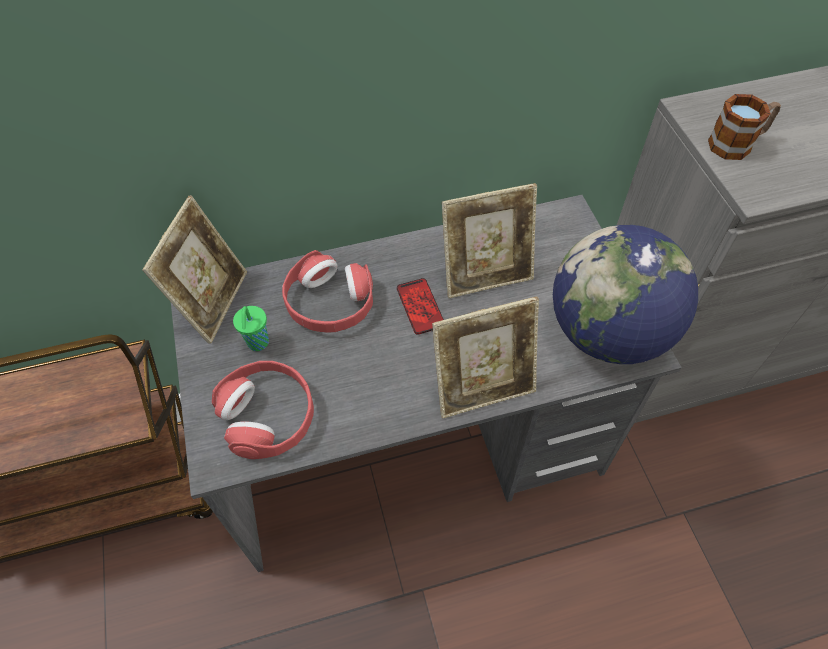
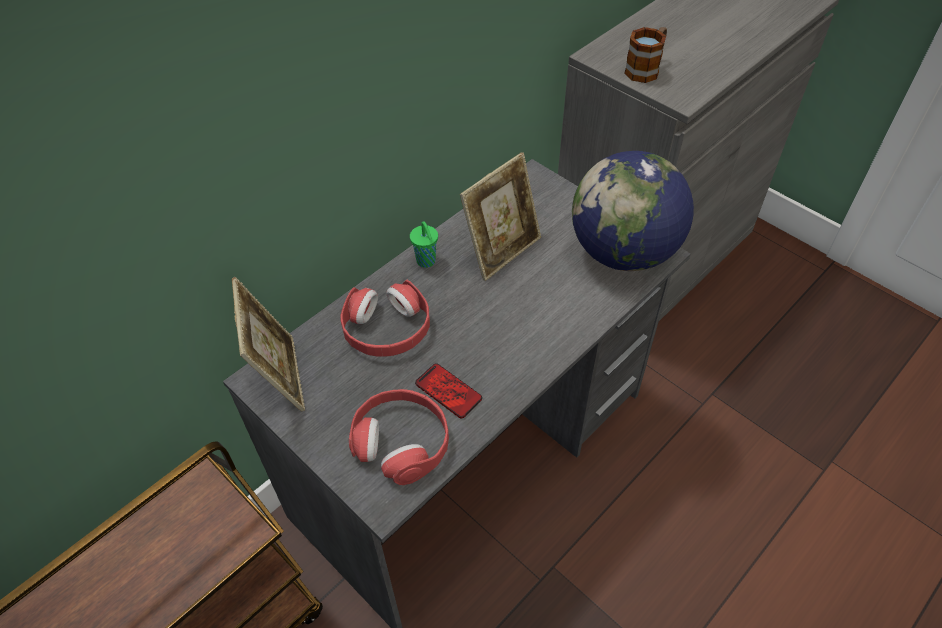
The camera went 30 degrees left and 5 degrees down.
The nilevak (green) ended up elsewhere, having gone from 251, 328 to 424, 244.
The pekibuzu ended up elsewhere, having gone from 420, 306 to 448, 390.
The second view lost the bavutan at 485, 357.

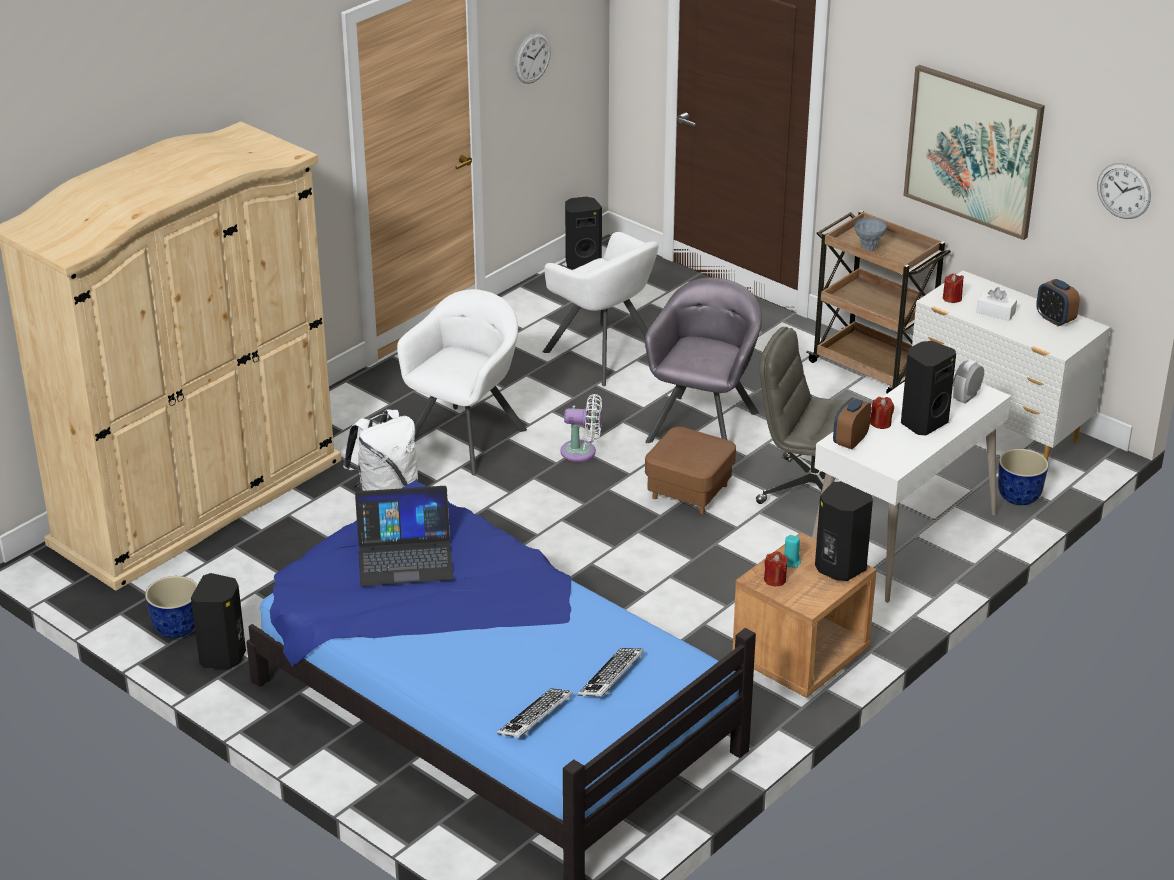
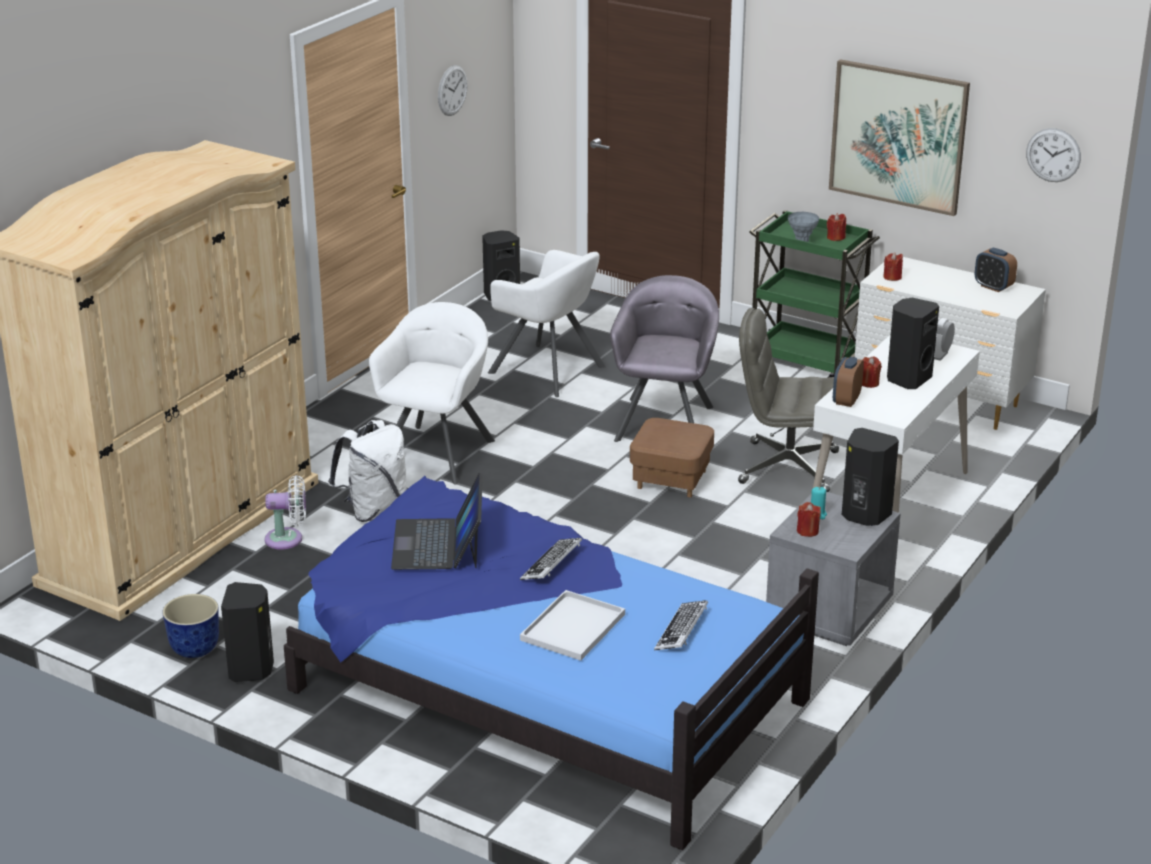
The camera went 10 degrees left and 5 degrees down.
The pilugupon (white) ended up elsewhere, having gone from 581, 428 to 285, 512.
The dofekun at 404, 536 ended up facing another way, 105 degrees clockwise from before.
The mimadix ended up elsewhere, having gone from 535, 713 to 551, 559.
The second view gained the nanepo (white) at 572, 625.
What was the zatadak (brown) at 878, 301 turned into the zatadak (green) at 814, 293.
What was the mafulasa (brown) at 804, 615 turned into the mafulasa (grey) at 833, 569.
The second view gained the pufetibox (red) at 836, 227.
The second view lost the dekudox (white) at 996, 304.
The second view lost the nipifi at 1023, 477.

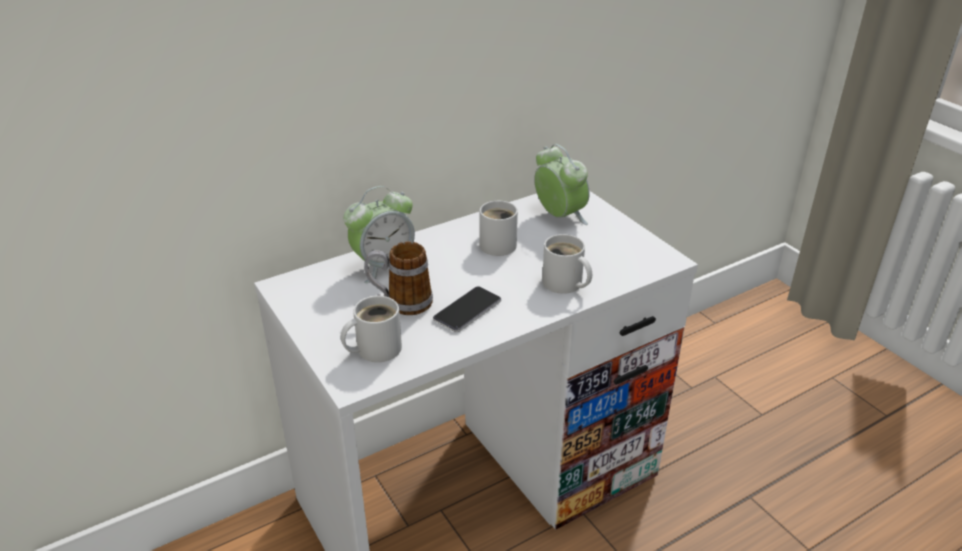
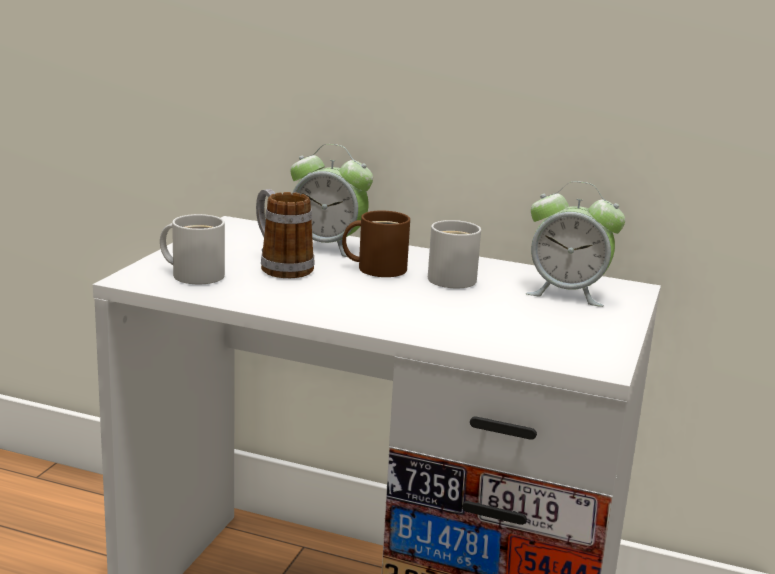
The camera went 50 degrees right and 15 degrees down.
The second view gained the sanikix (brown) at 376, 243.
The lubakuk at 562, 184 ended up facing another way, 90 degrees clockwise from before.
The second view lost the pekibuzu at 467, 309.
The second view lost the sanikix (white) at 567, 264.

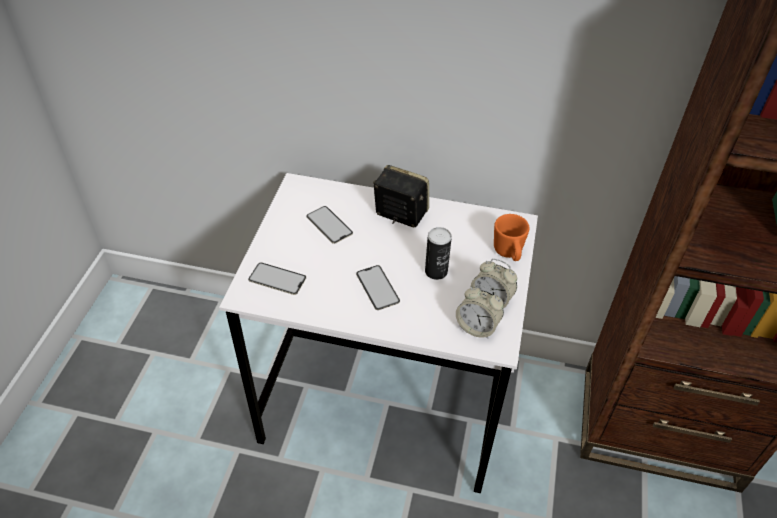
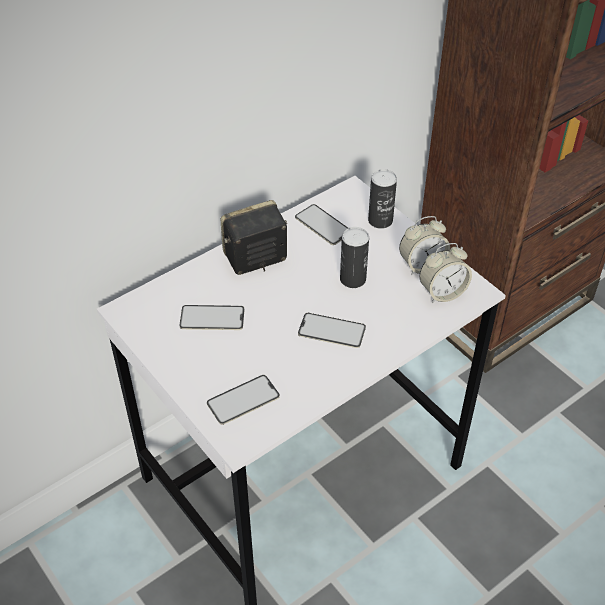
The camera went 50 degrees left and 0 degrees up.
The second view gained the pekibuzu at 321, 224.
Where the sanikix (orange) stood at 512, 237, the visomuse came to stand at 382, 199.

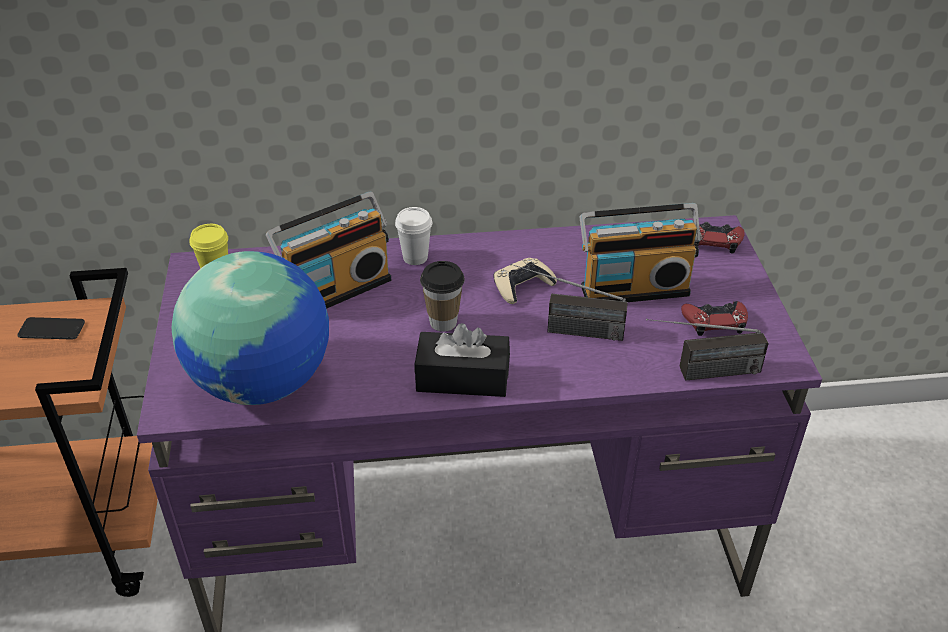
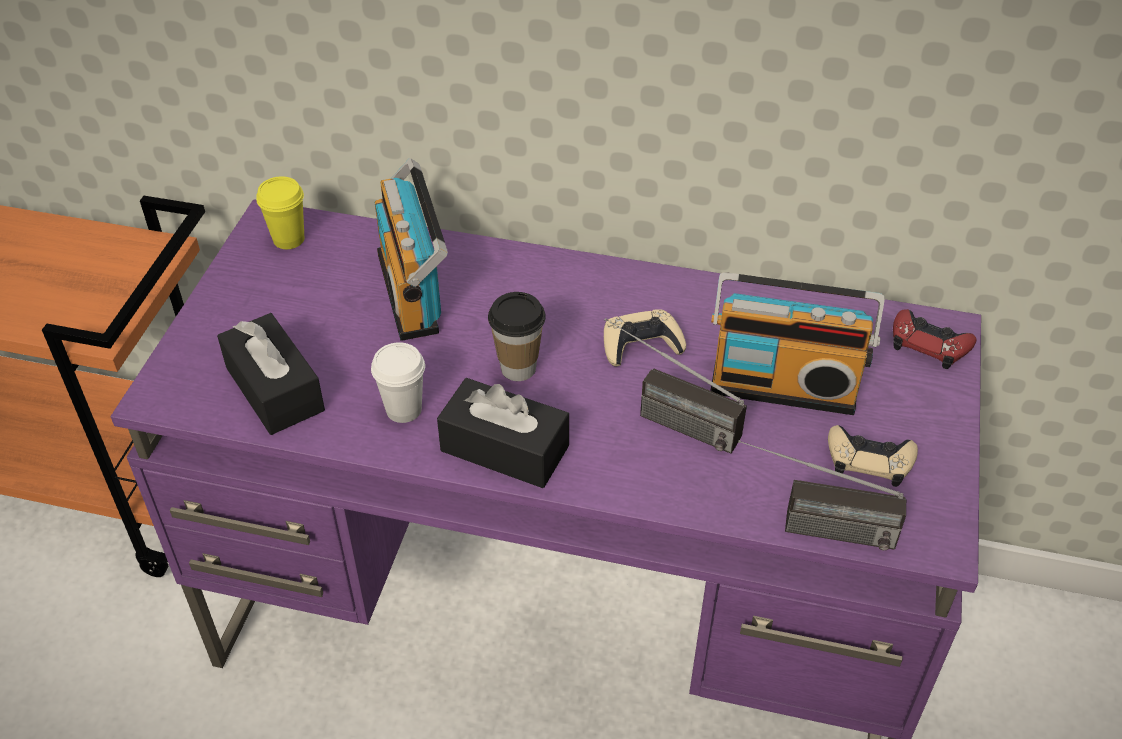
The camera went 20 degrees right and 5 degrees up.
Where the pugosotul stood at 250, 328, the dekudox (black) came to stand at 271, 374.
The nilevak (white) ended up elsewhere, having gone from 413, 236 to 398, 382.
The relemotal at 328, 250 ended up facing another way, 90 degrees clockwise from before.
What was the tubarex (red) at 714, 318 turned into the tubarex (beige) at 873, 456.
The second view lost the pekibuzu at 51, 328.

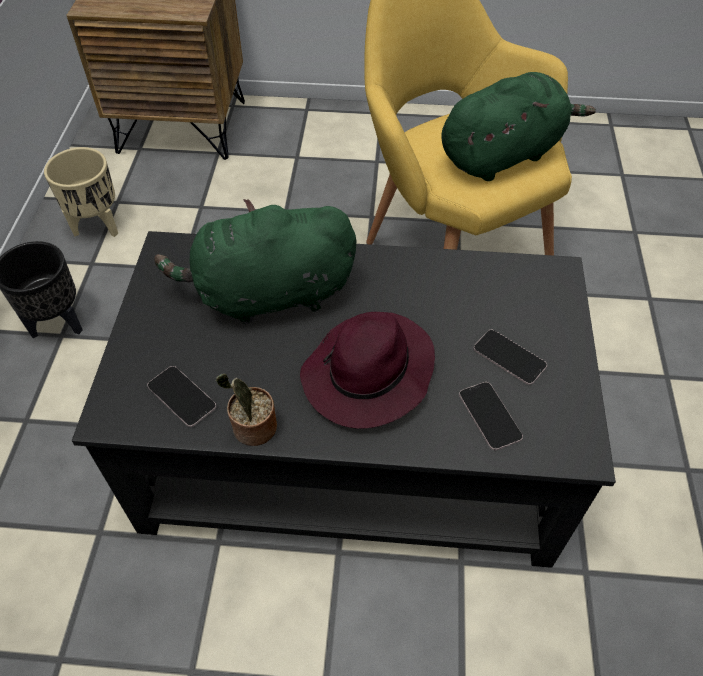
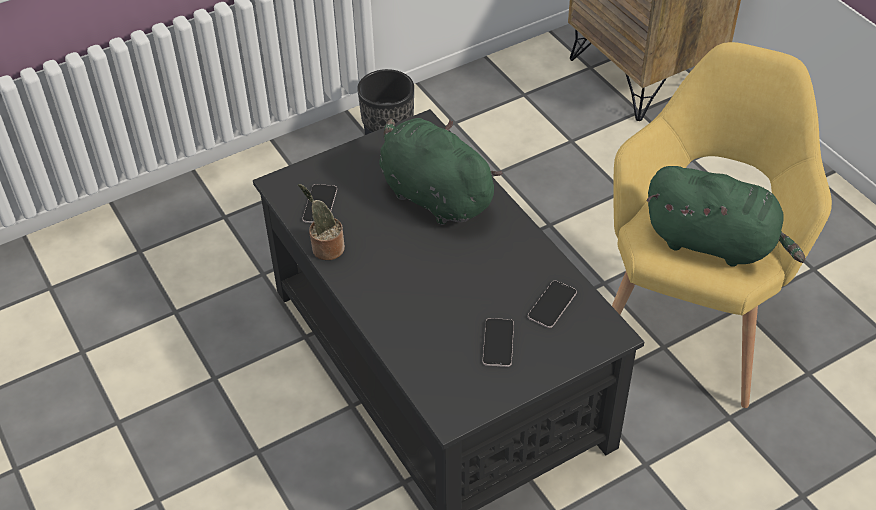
The camera went 55 degrees right and 5 degrees down.
The pekibuzu ended up elsewhere, having gone from 491, 416 to 552, 304.
The second view lost the nipifi (beige) at 81, 192.
The second view lost the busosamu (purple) at 367, 370.

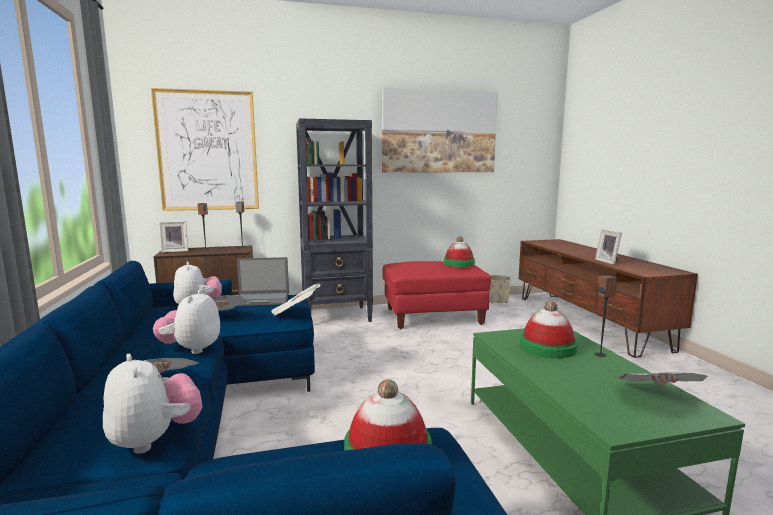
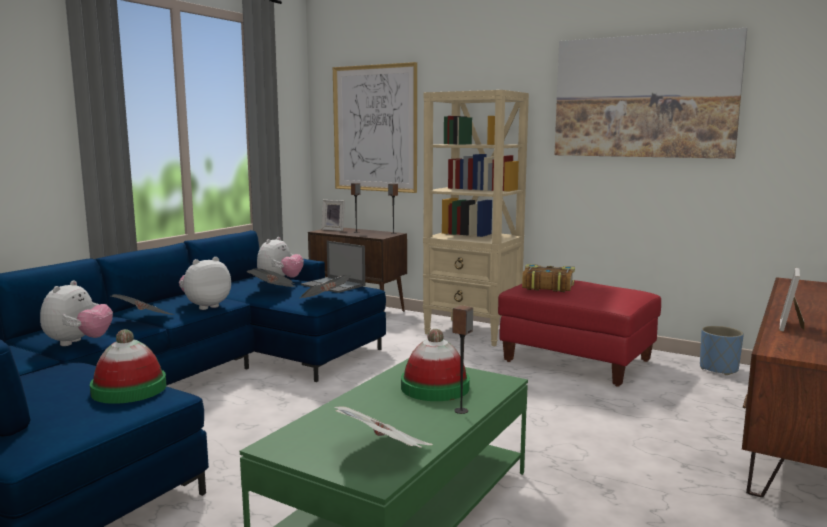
The camera went 45 degrees right and 0 degrees up.
What was the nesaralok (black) at 334, 220 turned into the nesaralok (beige) at 476, 218.
The second view gained the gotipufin at 548, 278.
What was the nipifi (beige) at 500, 289 turned into the nipifi (blue) at 722, 350.
The second view lost the busosamu at 459, 251.

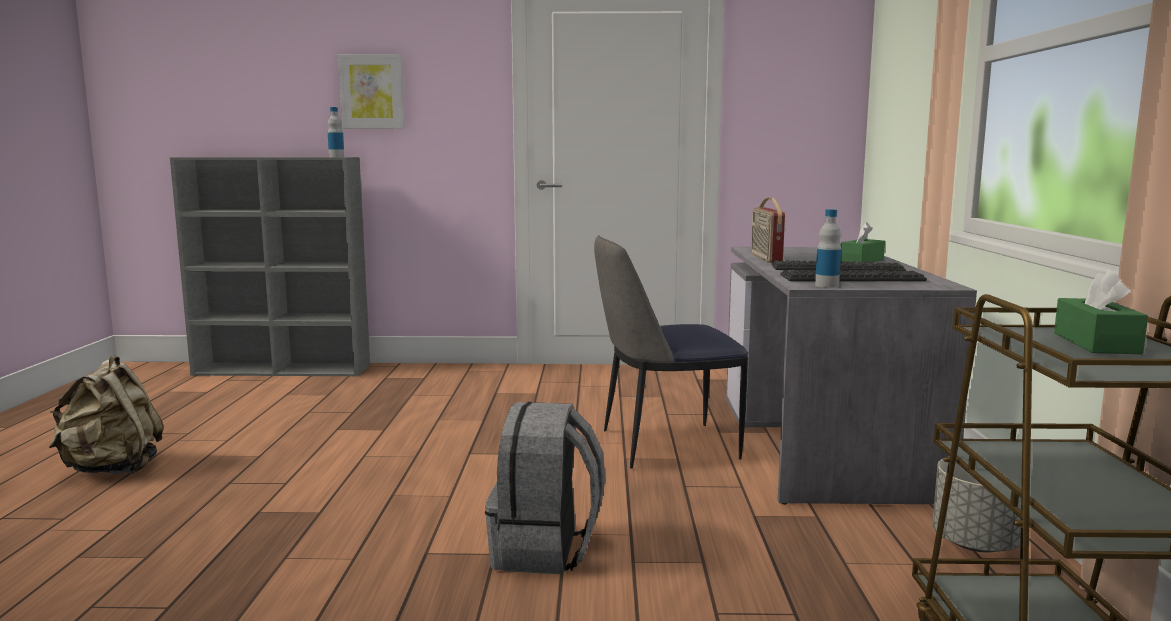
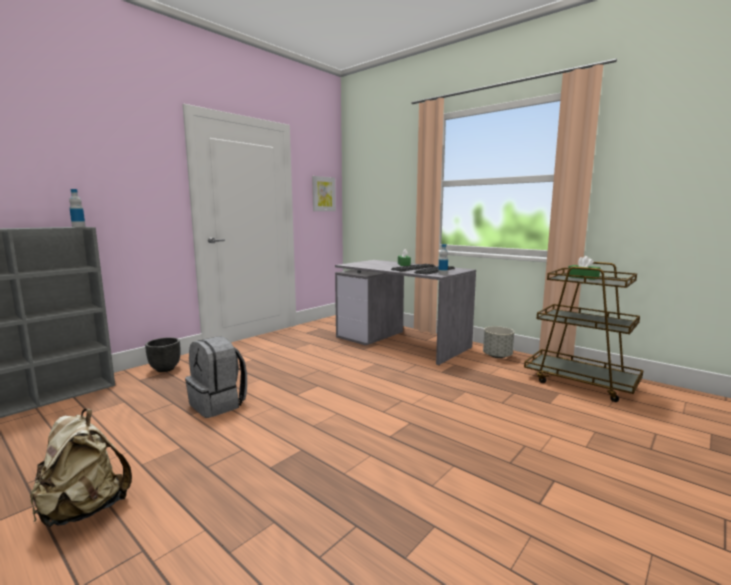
The camera went 50 degrees left and 0 degrees up.
The second view gained the nipifi (black) at 163, 354.
The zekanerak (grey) ended up elsewhere, having gone from 545, 488 to 216, 377.
The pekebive ended up elsewhere, having gone from 371, 91 to 324, 193.
The second view lost the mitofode at 671, 352.
The second view lost the relemotal at 768, 230.

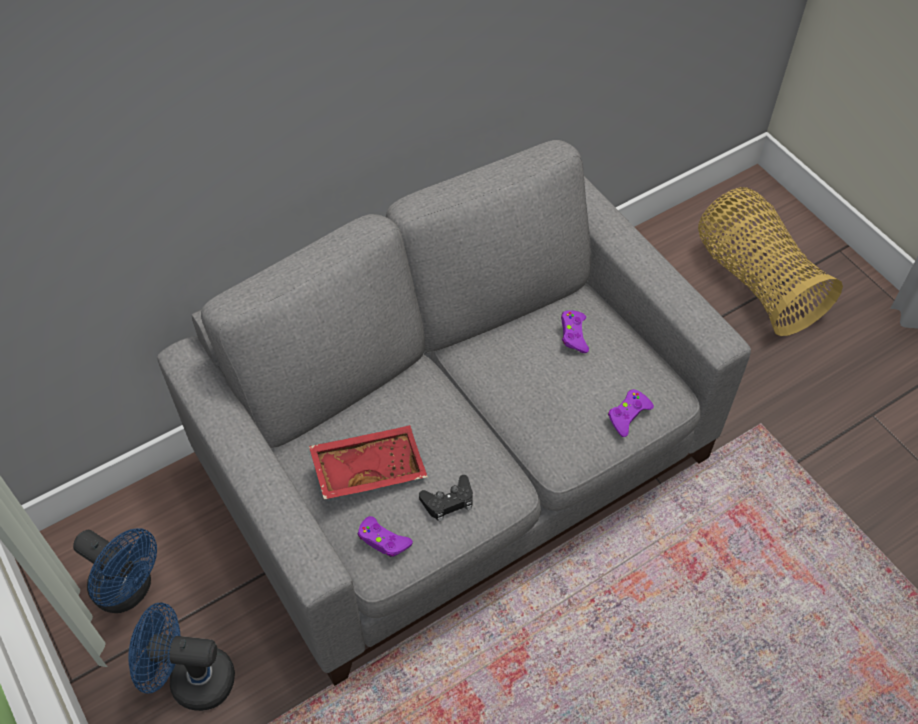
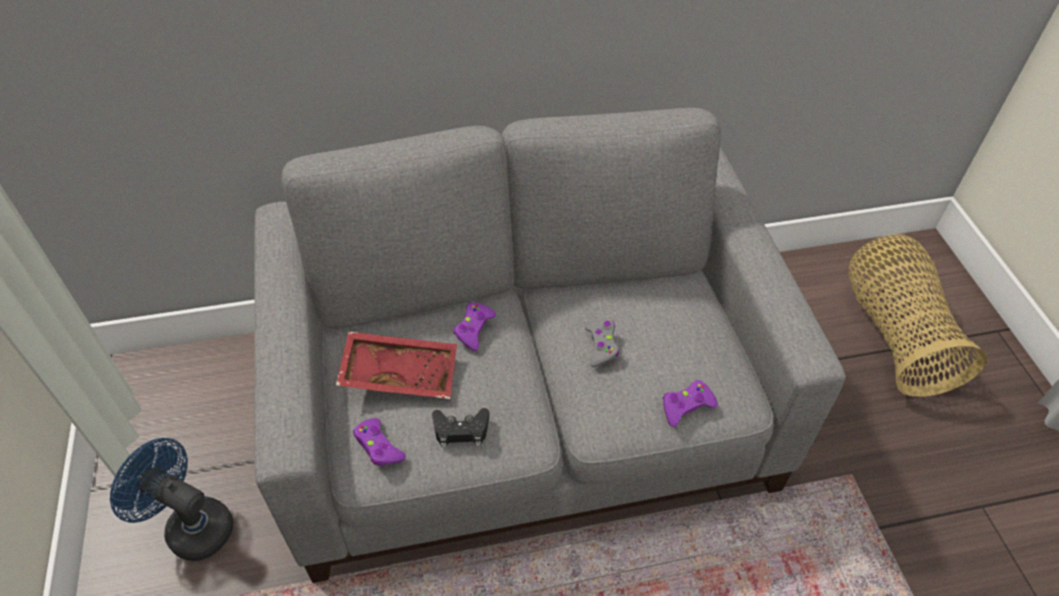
The camera went 20 degrees right and 5 degrees down.
The tubarex (purple) ended up elsewhere, having gone from 575, 331 to 475, 326.
The second view gained the tubarex (grey) at 602, 343.
The second view lost the pilugupon (blue) at 115, 570.

